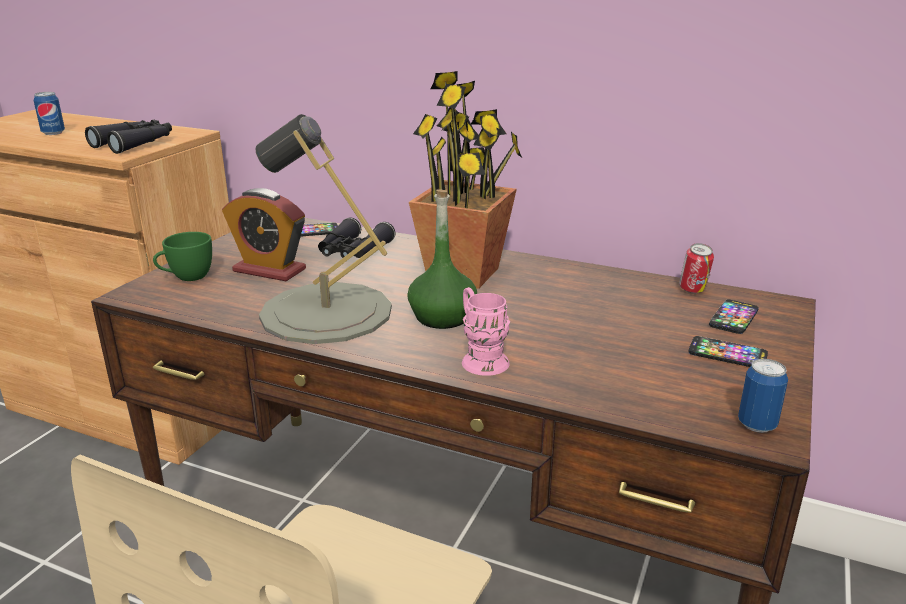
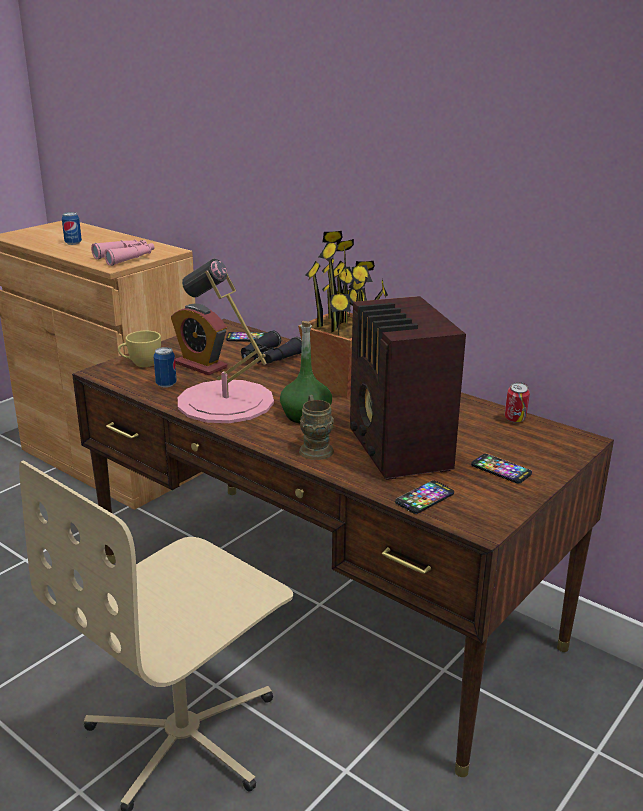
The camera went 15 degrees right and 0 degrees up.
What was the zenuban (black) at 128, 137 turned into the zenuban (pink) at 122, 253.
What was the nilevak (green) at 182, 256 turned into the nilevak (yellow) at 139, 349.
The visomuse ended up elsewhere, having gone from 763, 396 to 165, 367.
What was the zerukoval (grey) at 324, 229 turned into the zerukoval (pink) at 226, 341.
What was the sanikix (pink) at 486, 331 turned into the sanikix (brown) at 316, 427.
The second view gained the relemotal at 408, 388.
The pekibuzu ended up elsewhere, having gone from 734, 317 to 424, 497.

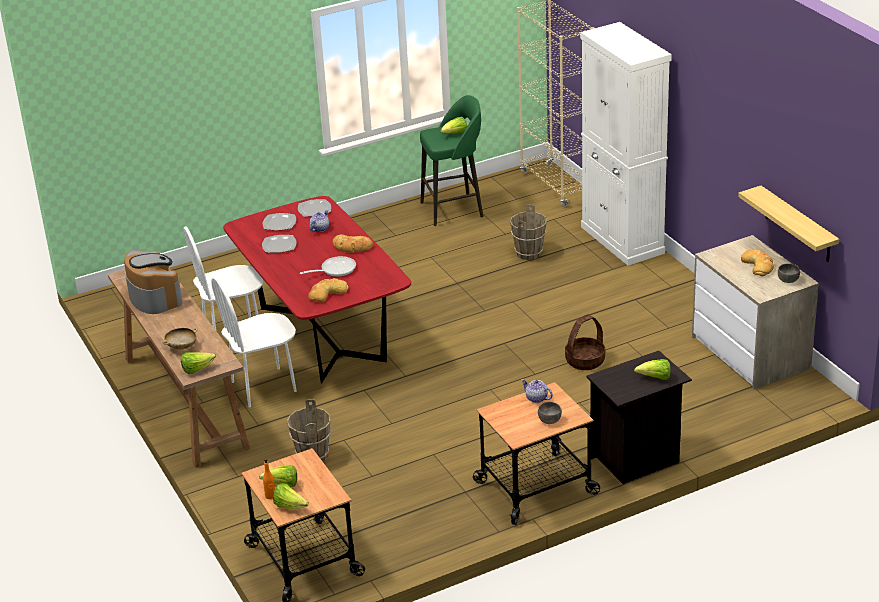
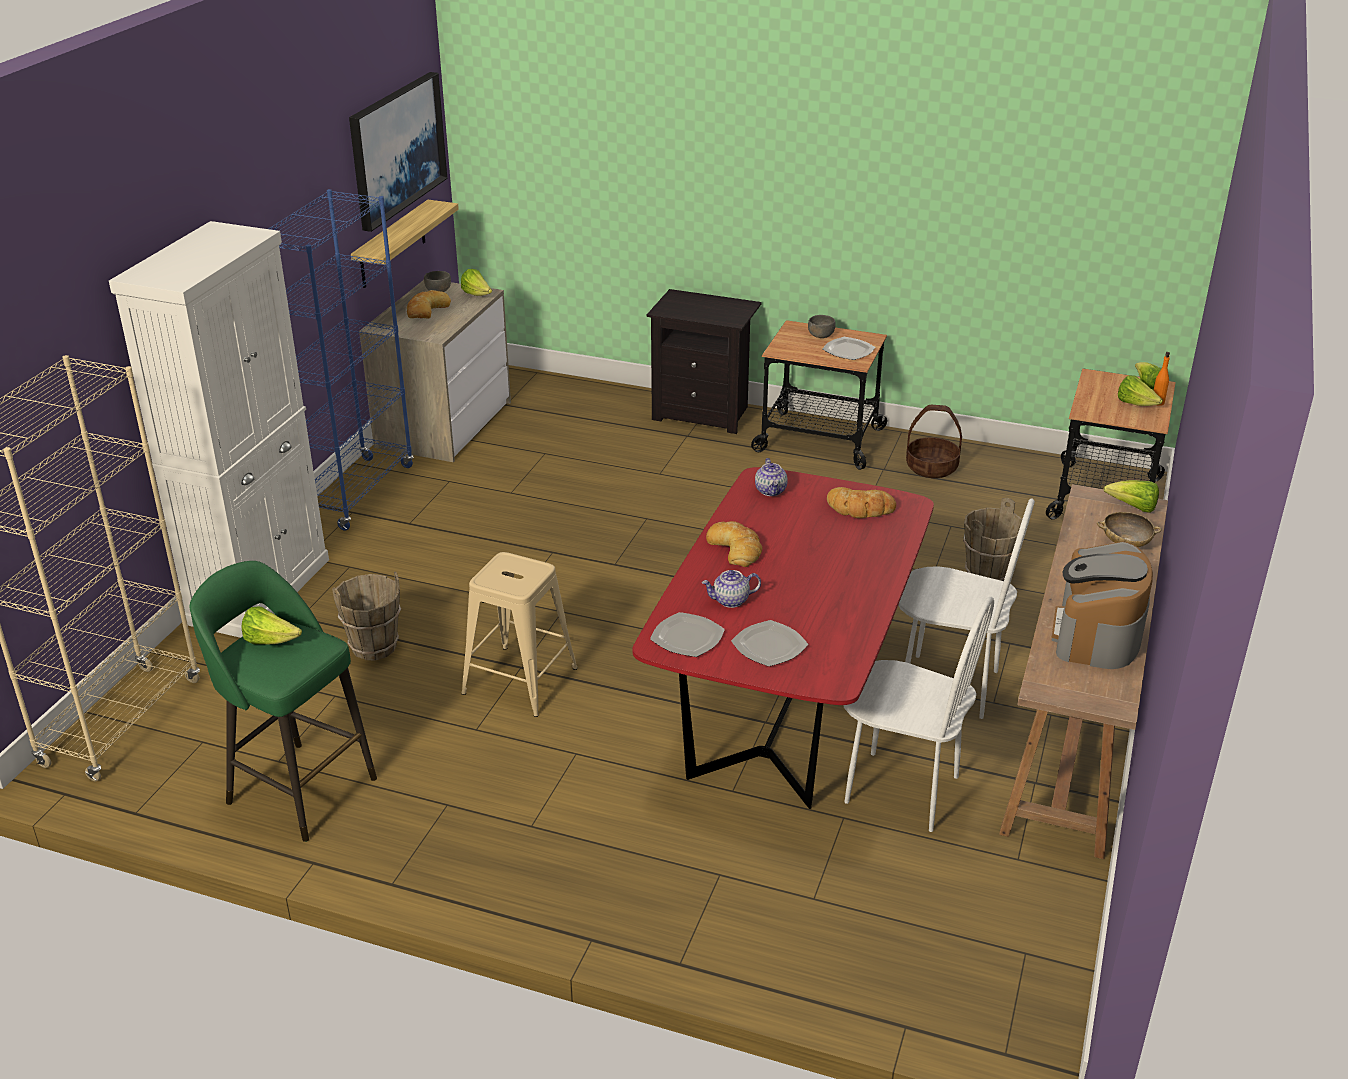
The camera went 135 degrees left and 0 degrees up.
The second view gained the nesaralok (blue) at 341, 360.
The second view gained the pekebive at 398, 152.
The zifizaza ended up elsewhere, having gone from 652, 369 to 476, 282.
The second view gained the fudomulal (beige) at 519, 634.
The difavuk ended up elsewhere, having gone from 537, 391 to 771, 477.
The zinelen ended up elsewhere, having gone from 279, 244 to 849, 348.
The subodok ended up elsewhere, having gone from 585, 342 to 934, 441.
The second view lost the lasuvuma at 328, 266.

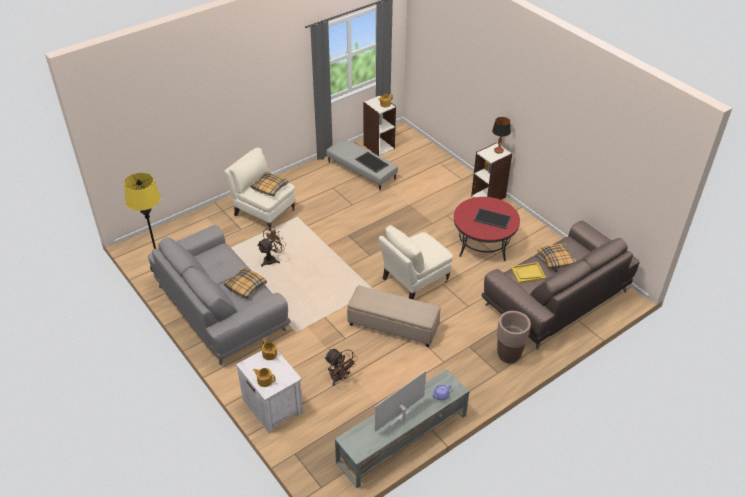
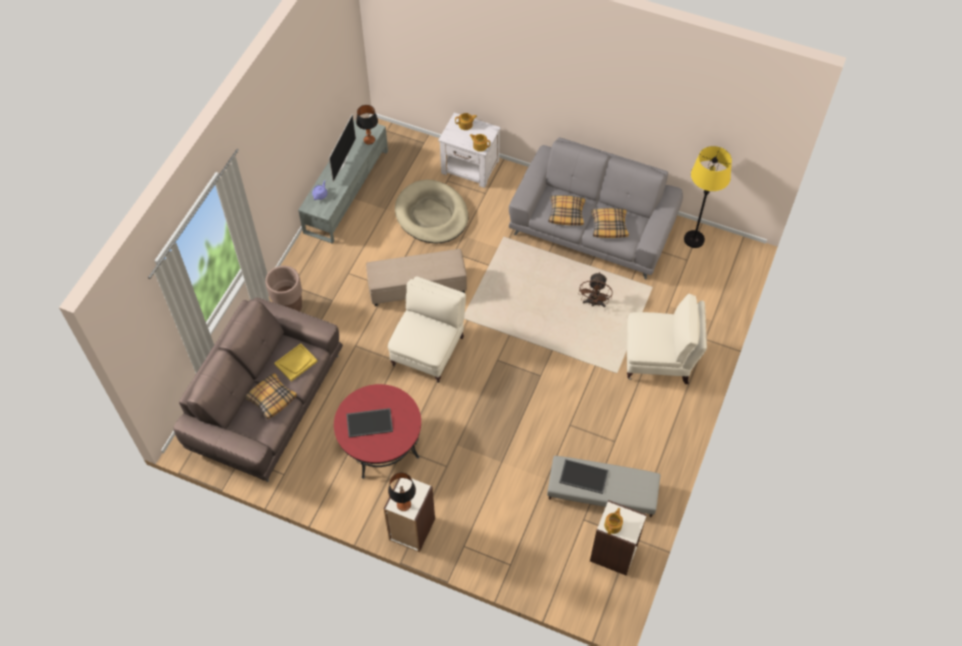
The camera went 150 degrees right and 15 degrees up.
The second view gained the zerukoval at 367, 124.
Where the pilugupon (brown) stood at 341, 367, the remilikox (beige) came to stand at 431, 211.
The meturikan ended up elsewhere, having gone from 269, 184 to 610, 223.

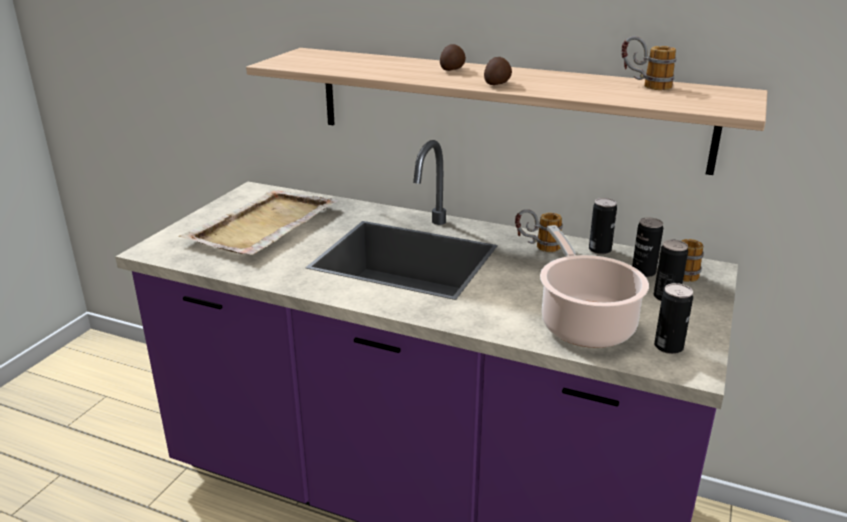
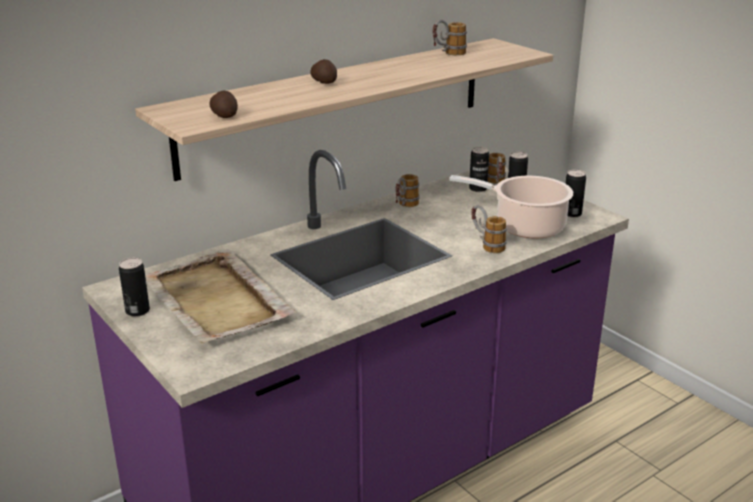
The camera went 60 degrees left and 0 degrees up.
The visomuse ended up elsewhere, having gone from 603, 226 to 134, 287.
The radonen ended up elsewhere, having gone from 498, 71 to 223, 104.
The second view gained the sanikix at 489, 229.

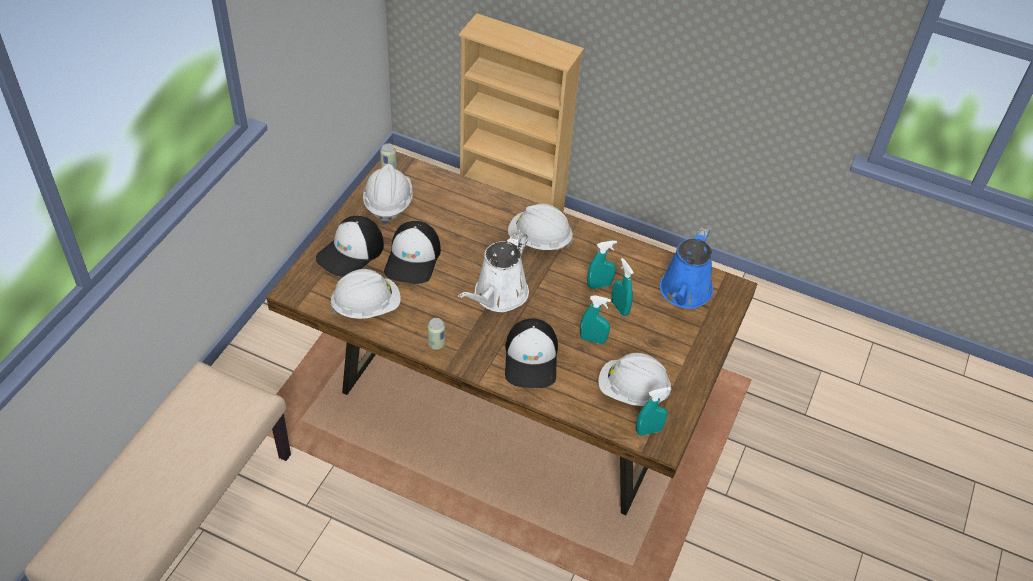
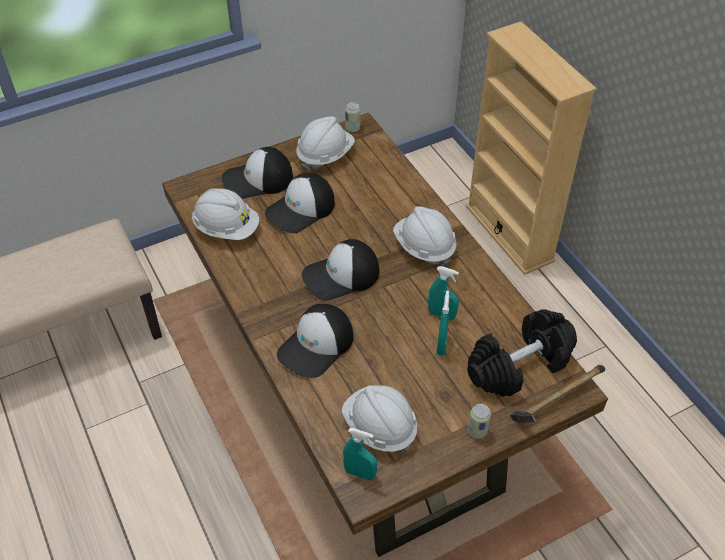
The camera went 40 degrees right and 0 degrees up.
Where the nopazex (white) stood at 493, 271, the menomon came to stand at 340, 270.
Where the nopazex (blue) stood at 686, 268, the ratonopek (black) came to stand at 522, 353.
The visomuse ended up elsewhere, having gone from 436, 334 to 479, 421.
The second view gained the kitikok at 557, 394.
The second view lost the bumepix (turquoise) at 595, 319.

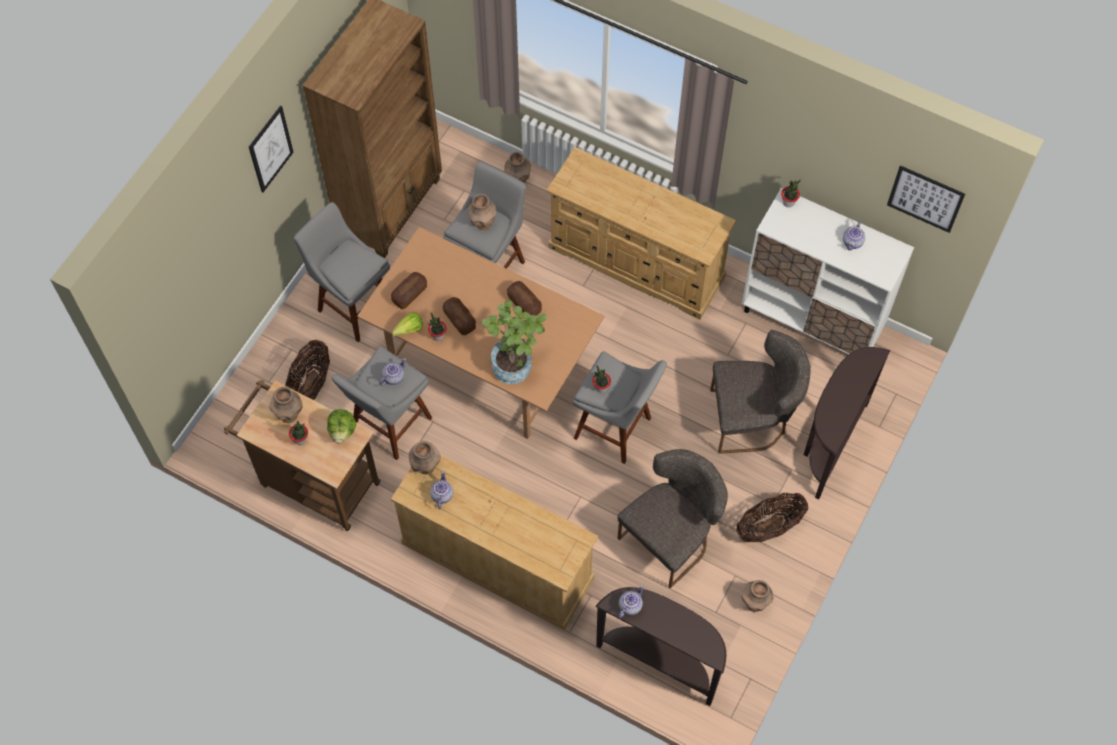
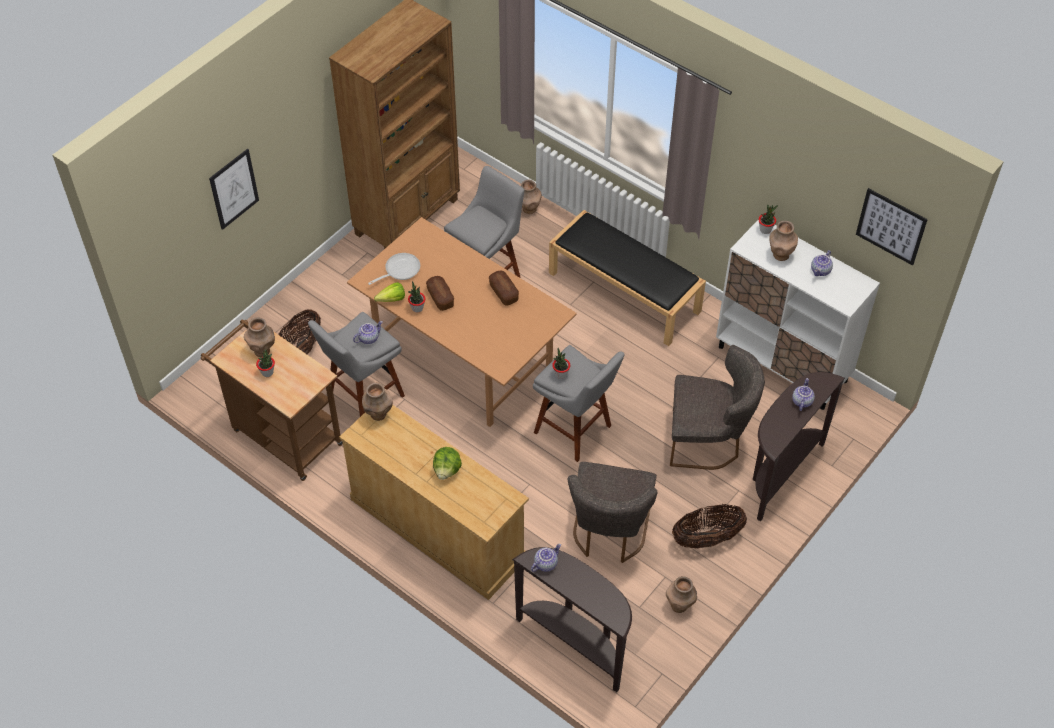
The camera went 10 degrees right and 10 degrees down.
The pekebive ended up elsewhere, having gone from 271, 148 to 234, 189.
Where the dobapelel stood at 409, 290, the lasuvuma came to stand at 394, 269.
The zifizaza ended up elsewhere, having gone from 341, 426 to 447, 463.
Where the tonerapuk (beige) stood at 641, 233, the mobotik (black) came to stand at 627, 278.
The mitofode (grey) at 673, 519 ended up facing another way, 135 degrees clockwise from before.
The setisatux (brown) ended up elsewhere, having gone from 482, 212 to 783, 241.
The difavuk ended up elsewhere, having gone from 441, 490 to 803, 394.
The second view lost the fudomulal (grey) at 342, 272.
The second view lost the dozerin at 514, 342.

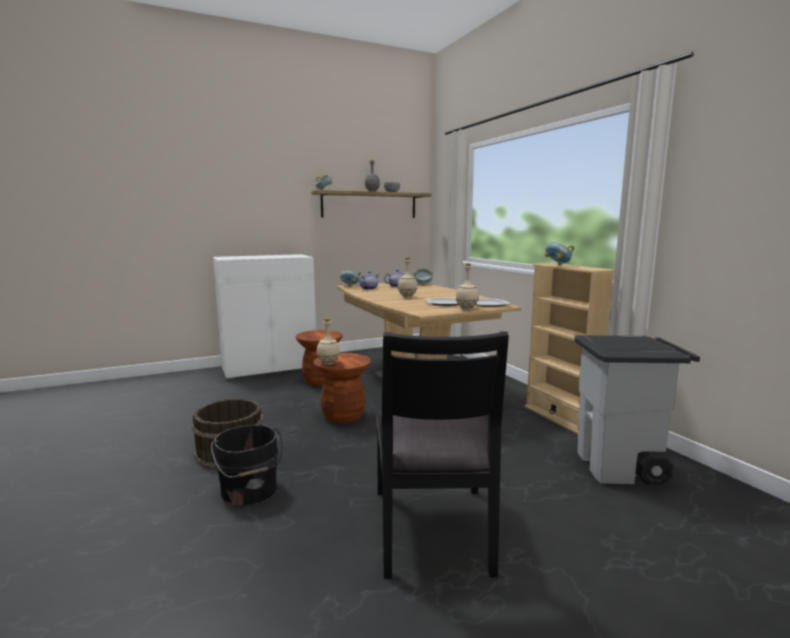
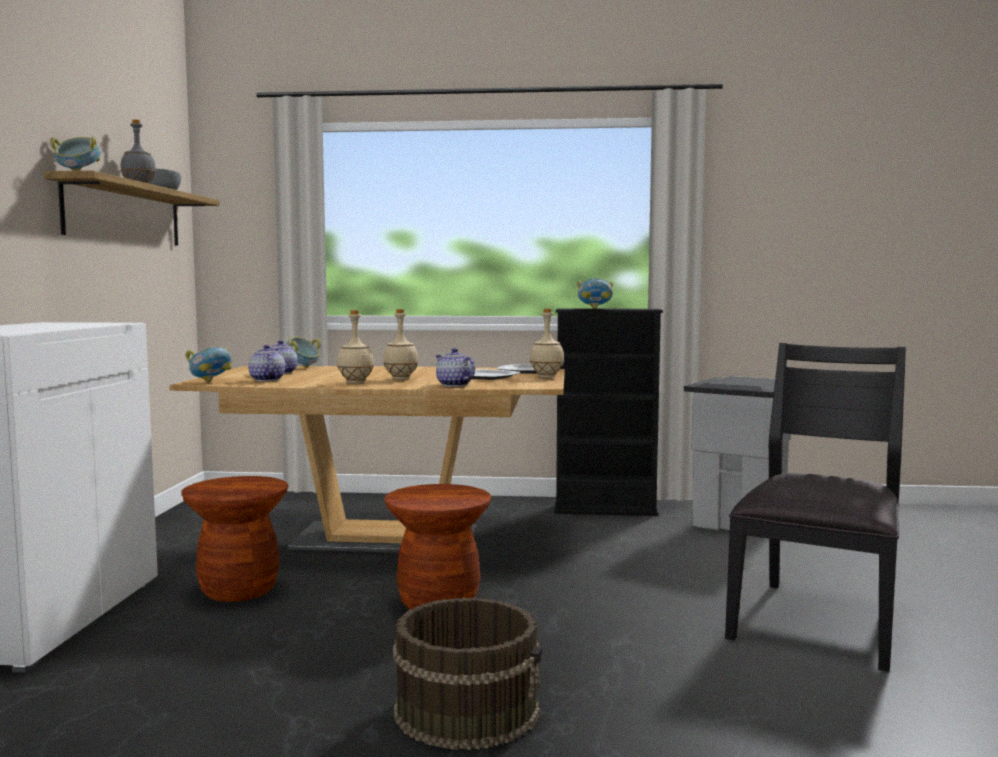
The camera went 60 degrees left and 5 degrees down.
The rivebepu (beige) ended up elsewhere, having gone from 328, 341 to 355, 347.
The second view gained the difavuk at 455, 367.
What was the nesaralok (beige) at 570, 348 turned into the nesaralok (black) at 608, 412.
The mitofode (black) at 442, 455 ended up facing another way, 90 degrees counterclockwise from before.
The second view lost the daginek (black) at 246, 465.

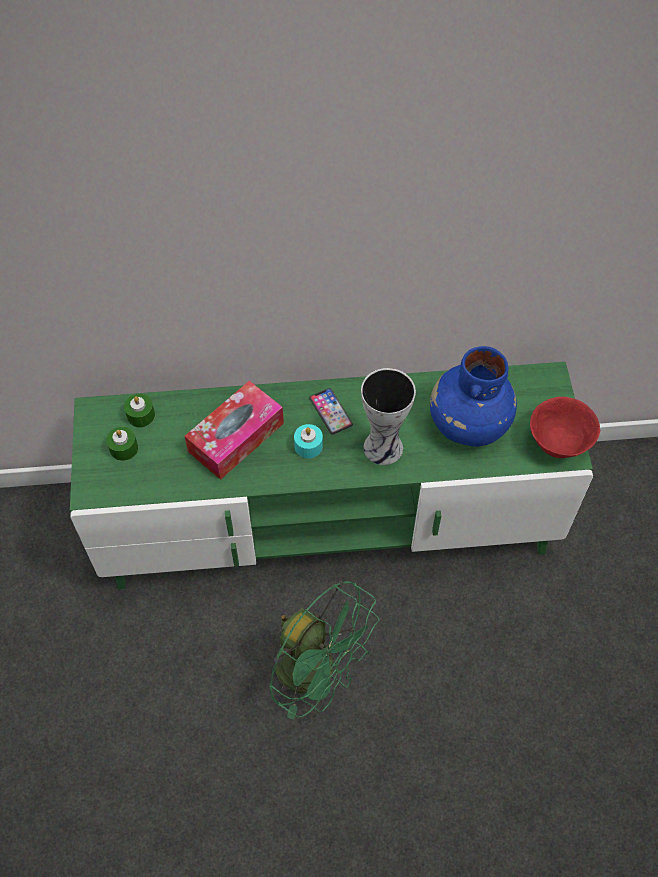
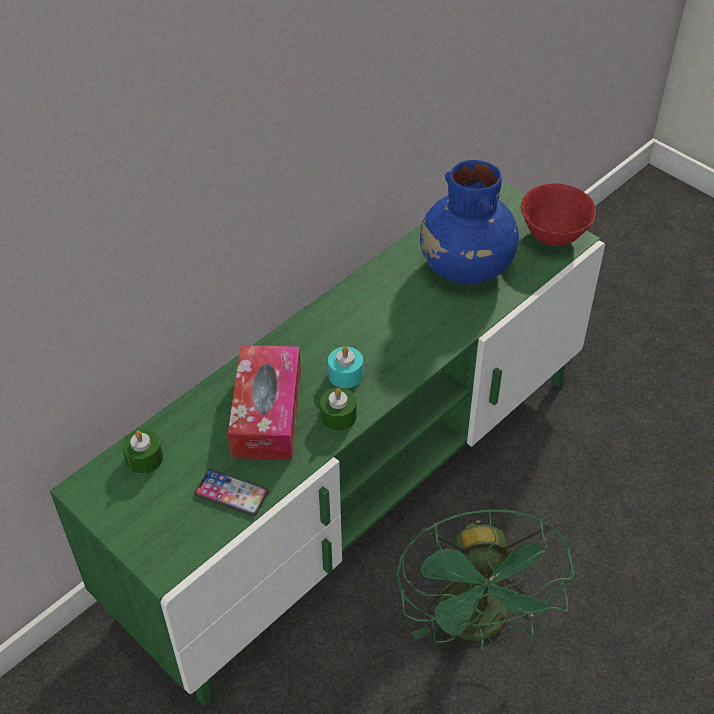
The camera went 40 degrees left and 10 degrees down.
The pekibuzu ended up elsewhere, having gone from 331, 411 to 231, 492.
The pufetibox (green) ended up elsewhere, having gone from 122, 444 to 338, 409.
The pilugupon (green) at 324, 650 ended up facing another way, 90 degrees clockwise from before.
The second view lost the setisatux at 388, 416.

